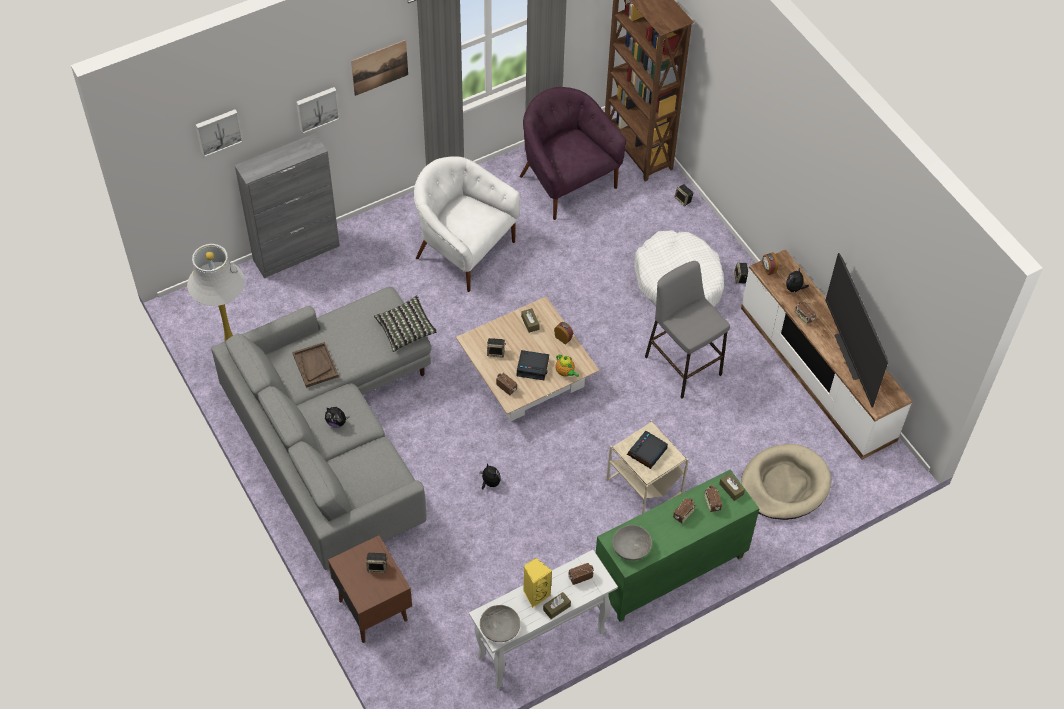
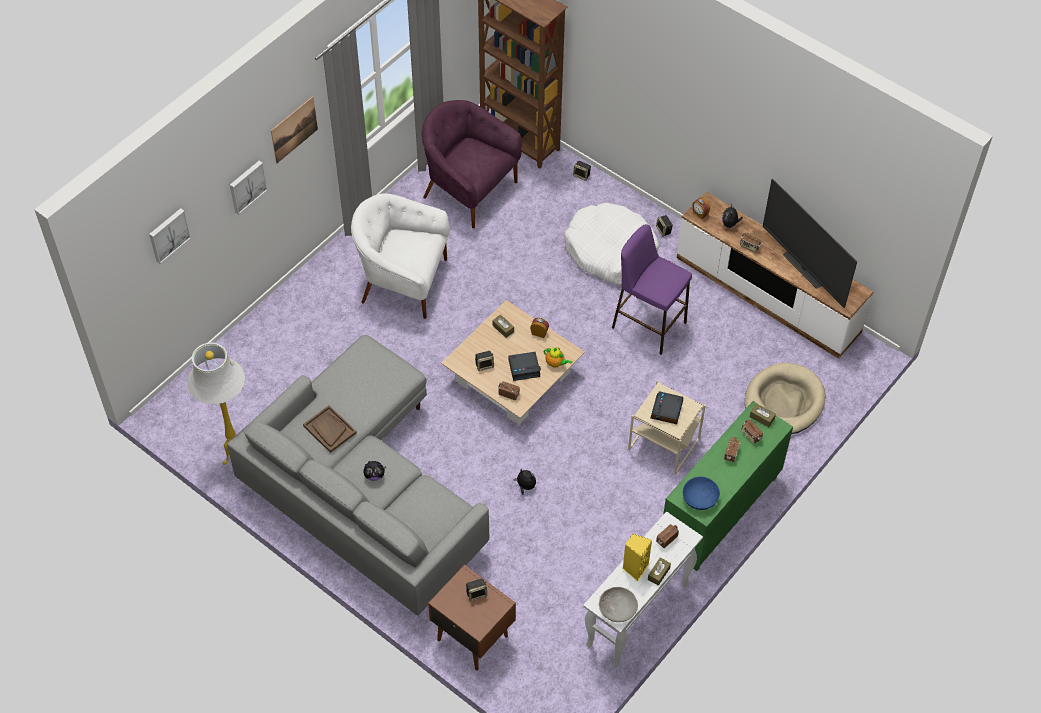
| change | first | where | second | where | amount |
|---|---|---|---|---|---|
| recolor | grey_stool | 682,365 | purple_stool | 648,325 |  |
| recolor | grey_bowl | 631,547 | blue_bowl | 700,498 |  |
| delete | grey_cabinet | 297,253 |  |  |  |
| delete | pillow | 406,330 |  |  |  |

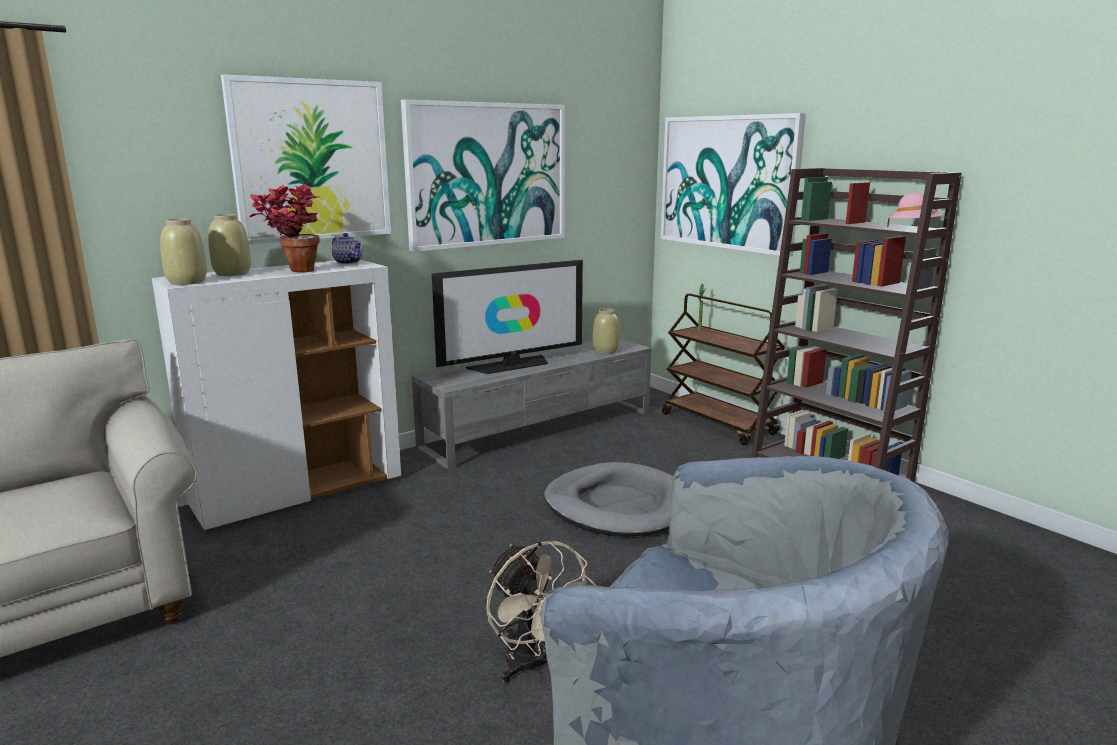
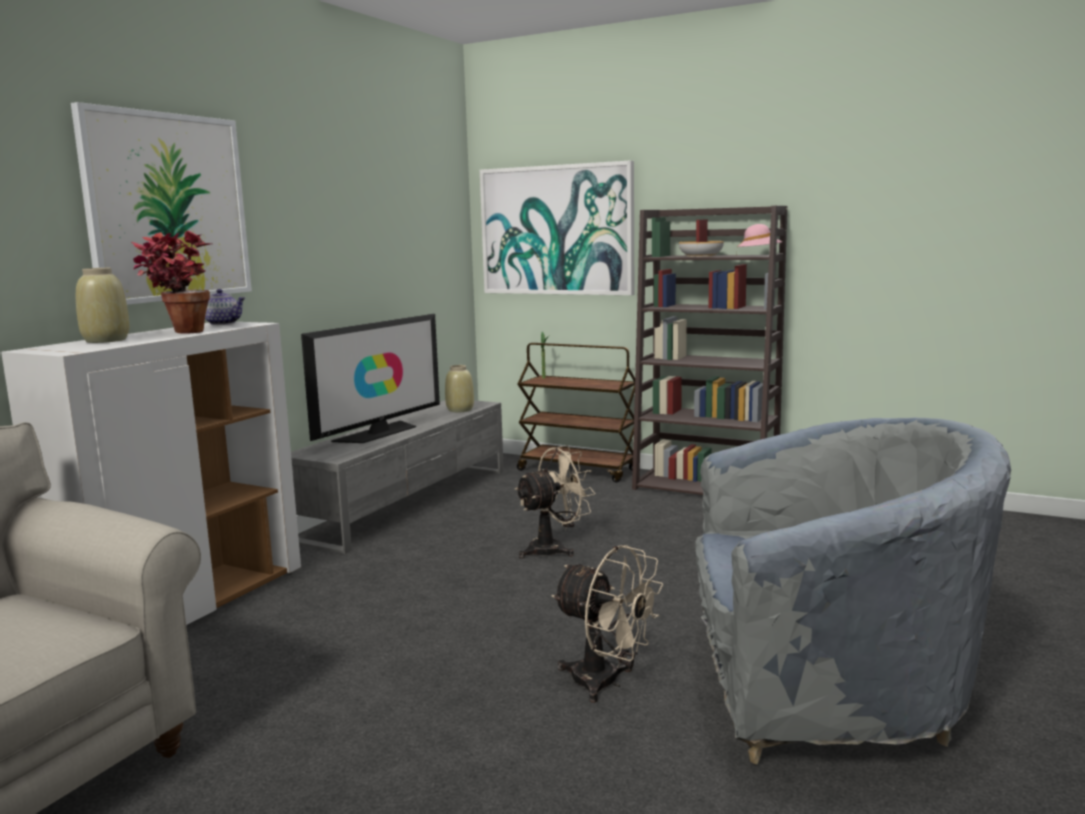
| change | first | where | second | where | amount |
|---|---|---|---|---|---|
| replace | grey_dog_bed | 619,506 | beige_fan | 554,549 |  |
| insert |  |  | bowl | 700,256 |  |
| delete | beige_vase | 187,282 |  |  |  |
| delete | picture | 487,175 |  |  |  |

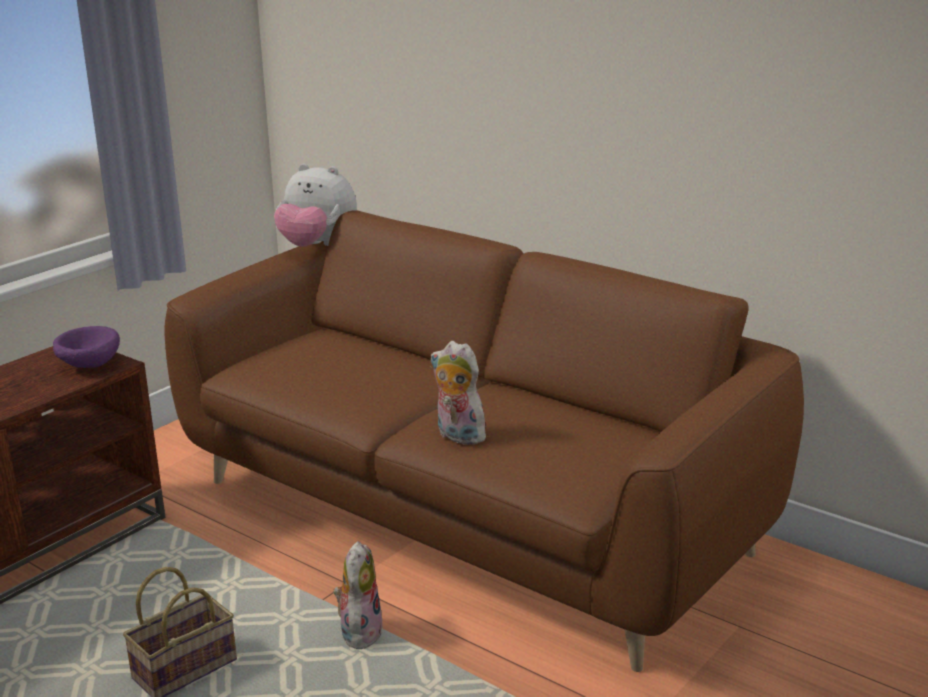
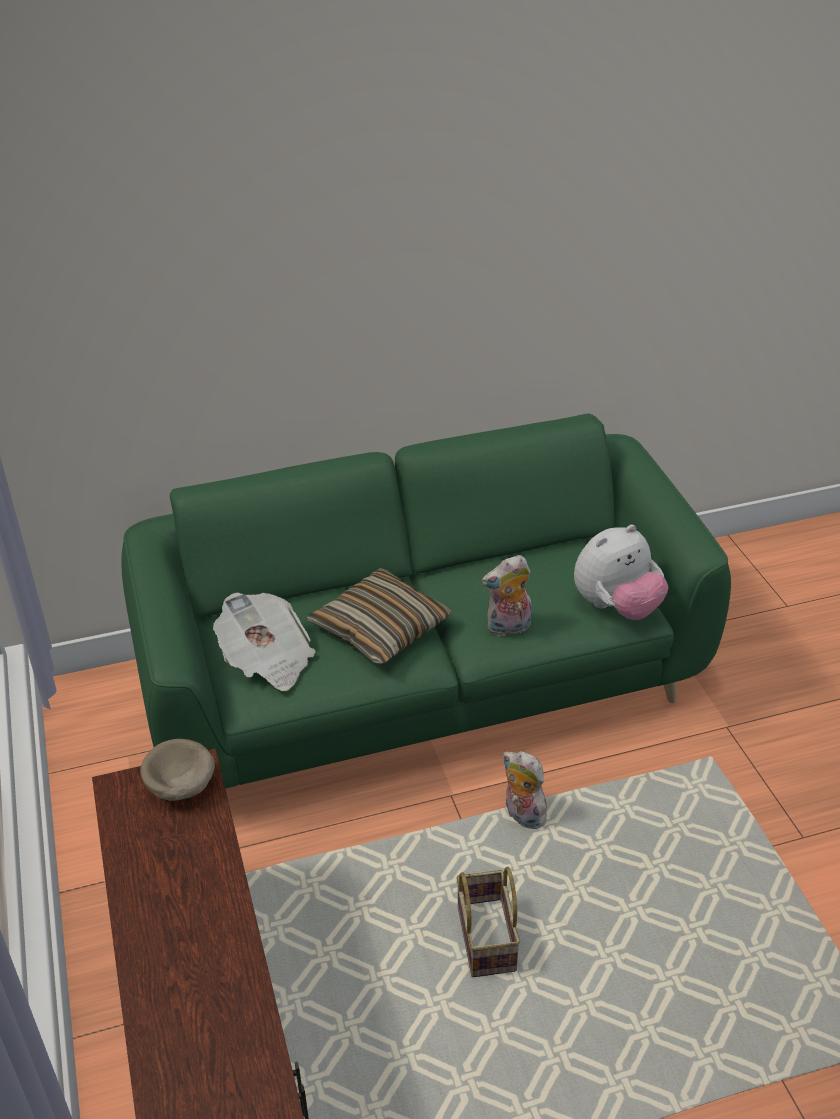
| change | first | where | second | where | amount |
|---|---|---|---|---|---|
| recolor | brown_sofa | 467,516 | green_sofa | 422,688 |  |
| recolor | purple_bowl | 89,365 | beige_bowl | 181,788 |  |
| insert |  |  | newspaper | 267,660 |  |
| insert |  |  | pillow | 380,629 |  |
| move | plush_toy | 317,246 |  | 616,607 |  |

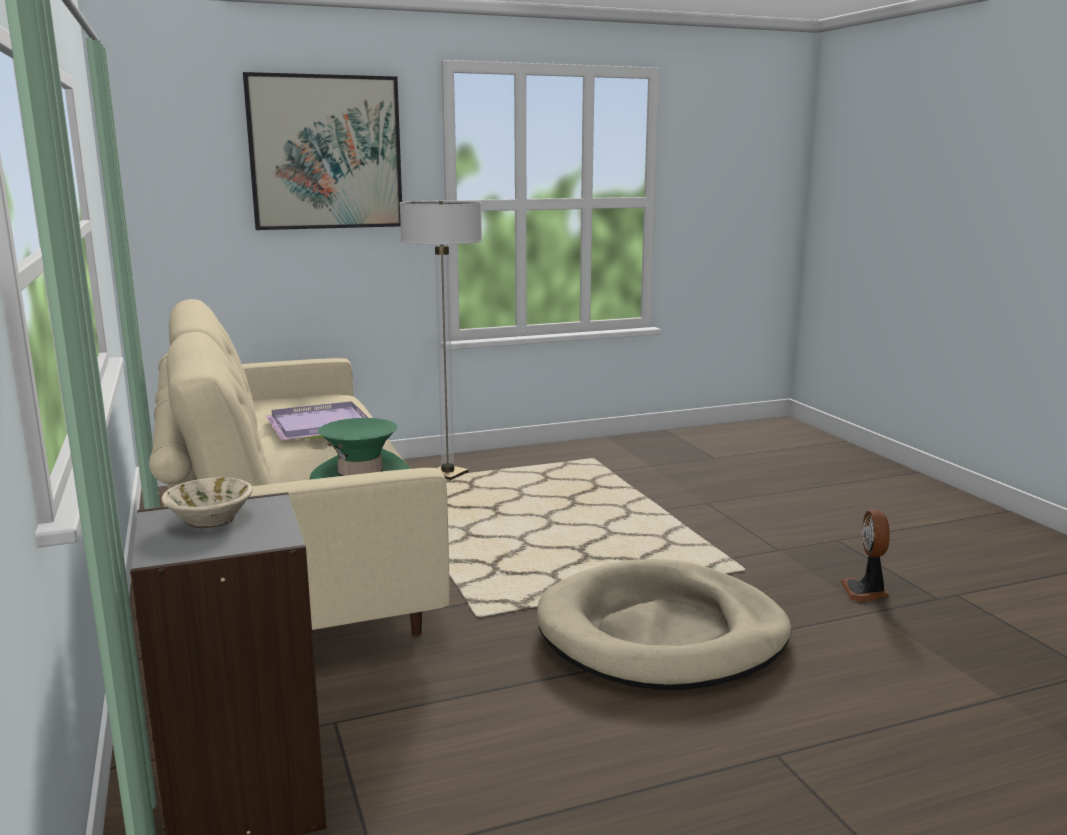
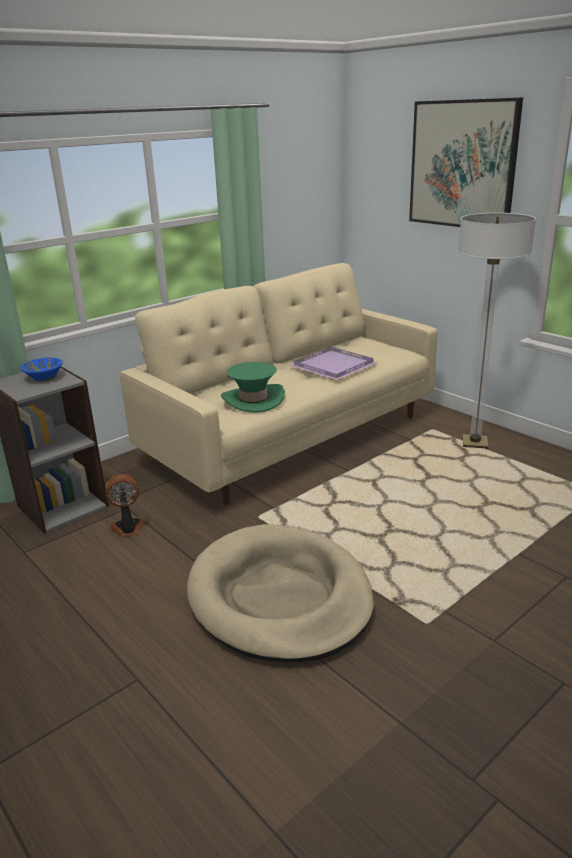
| change | first | where | second | where | amount |
|---|---|---|---|---|---|
| recolor | beige_bowl | 210,520 | blue_bowl | 44,377 |  |
| move | fan | 866,591 |  | 128,528 |  |

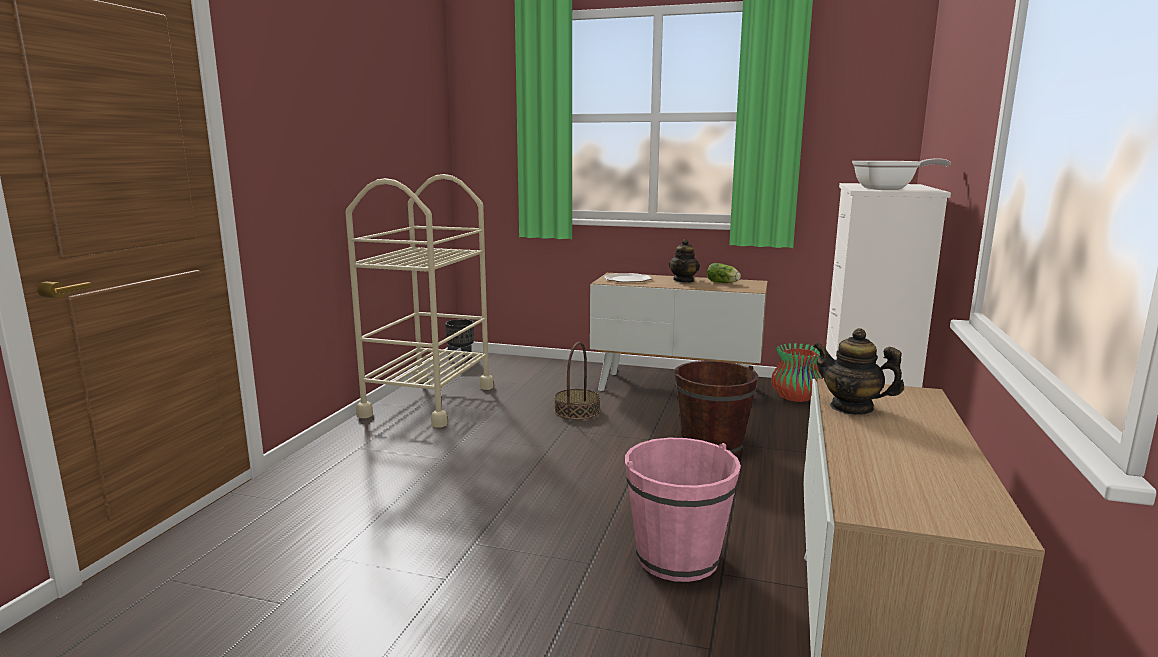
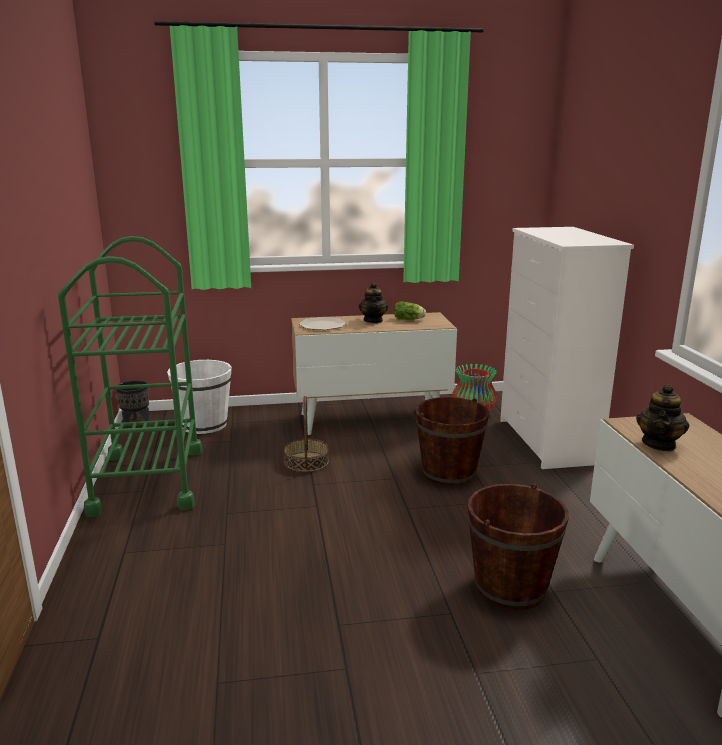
| change | first | where | second | where | amount |
|---|---|---|---|---|---|
| recolor | beige_cart | 428,401 | green_cart | 148,480 |  |
| insert |  |  | white_bucket | 204,424 |  |
| recolor | pink_bucket | 677,557 | brown_bucket | 510,587 |  |
| rotate | teapot | 852,407 |  | 659,444 | 75 degrees counterclockwise |
| delete | frying_pan | 890,189 |  |  |  |

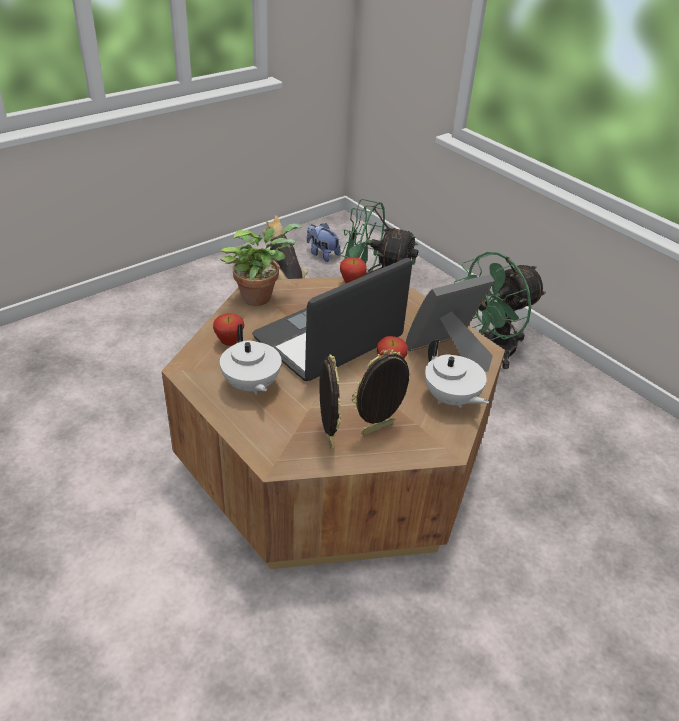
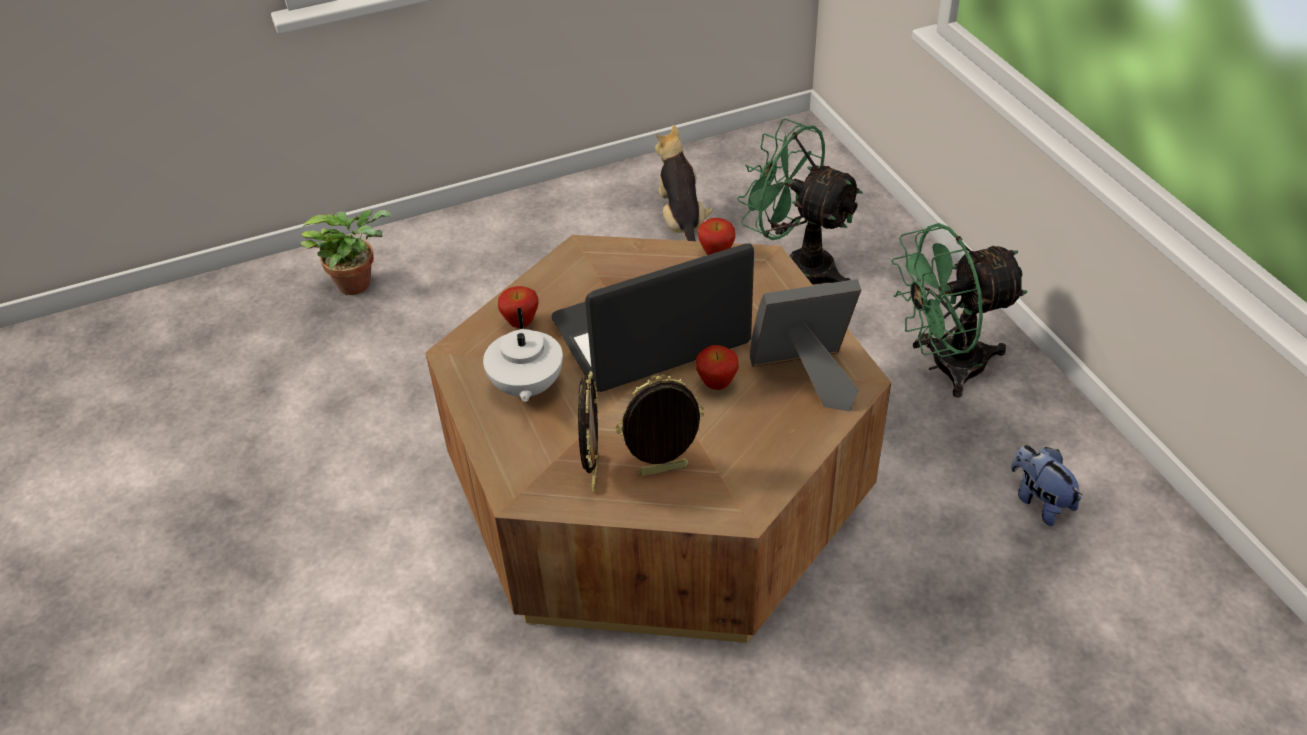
| change | first | where | second | where | amount |
|---|---|---|---|---|---|
| move | potted_plant | 259,296 |  | 359,282 |  |
| move | plush_toy | 322,254 |  | 1039,501 |  |
| delete | white_teapot | 451,399 |  |  |  |

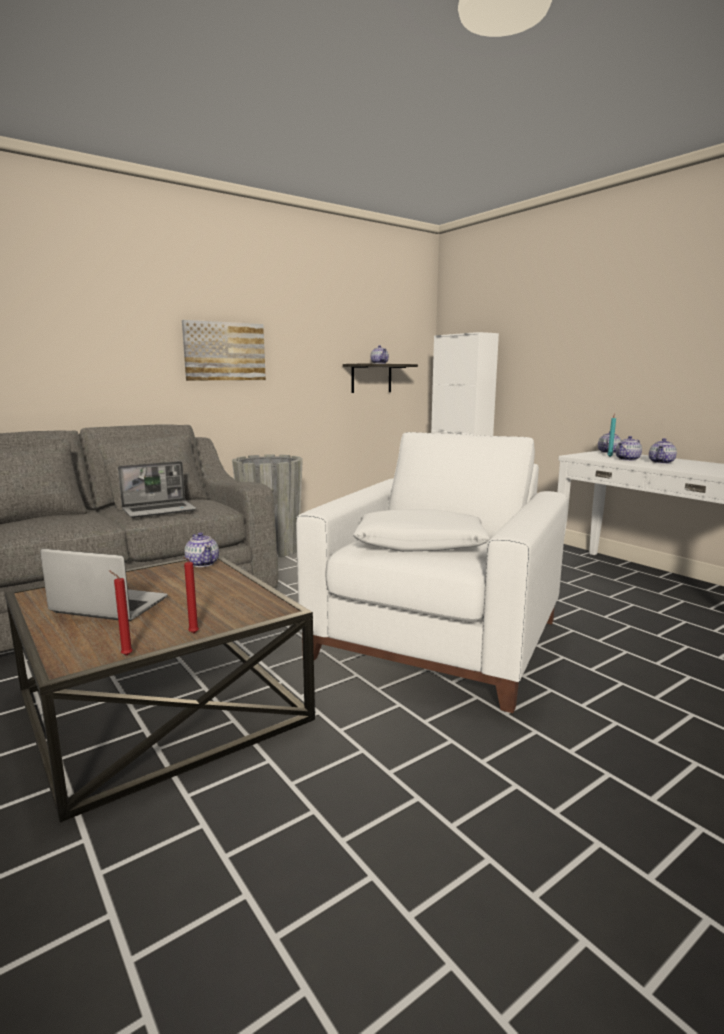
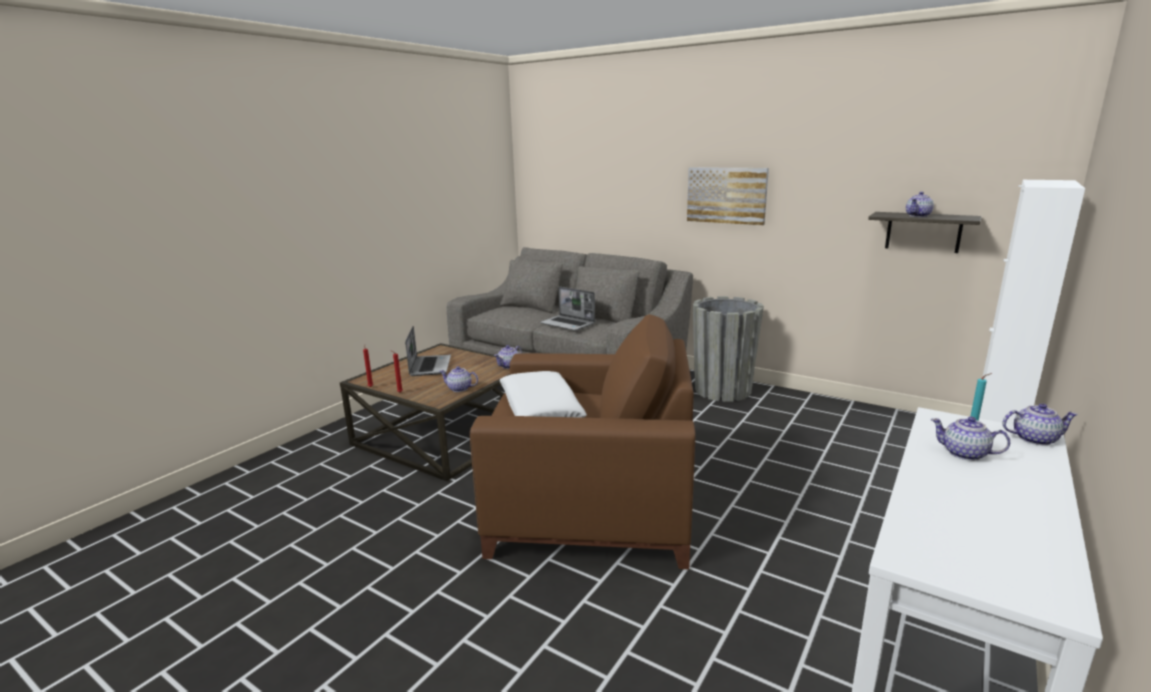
| change | first | where | second | where | amount |
|---|---|---|---|---|---|
| move | teapot | 661,462 |  | 460,389 |  |
| recolor | white_armchair | 437,640 | brown_armchair | 588,506 |  |

